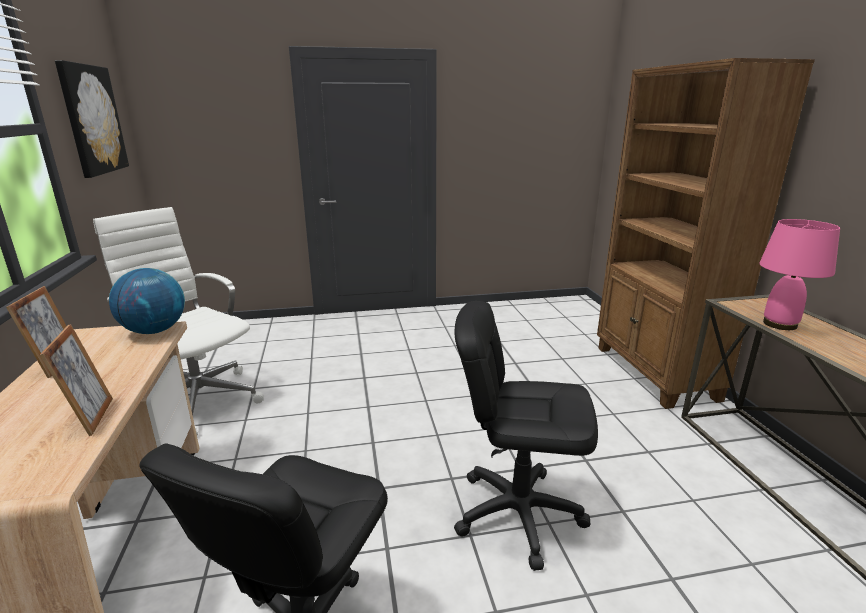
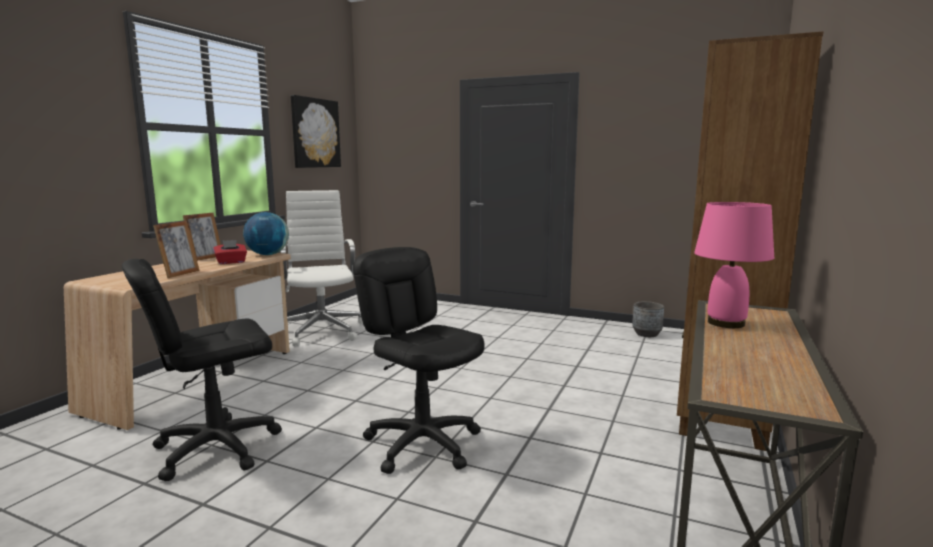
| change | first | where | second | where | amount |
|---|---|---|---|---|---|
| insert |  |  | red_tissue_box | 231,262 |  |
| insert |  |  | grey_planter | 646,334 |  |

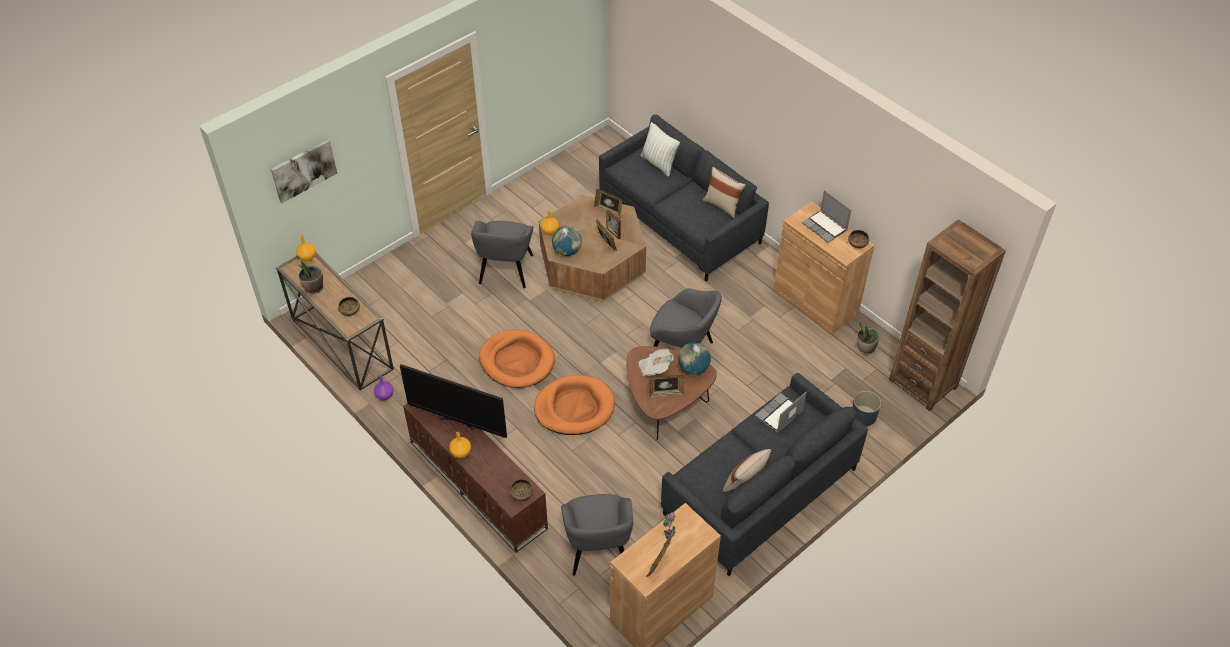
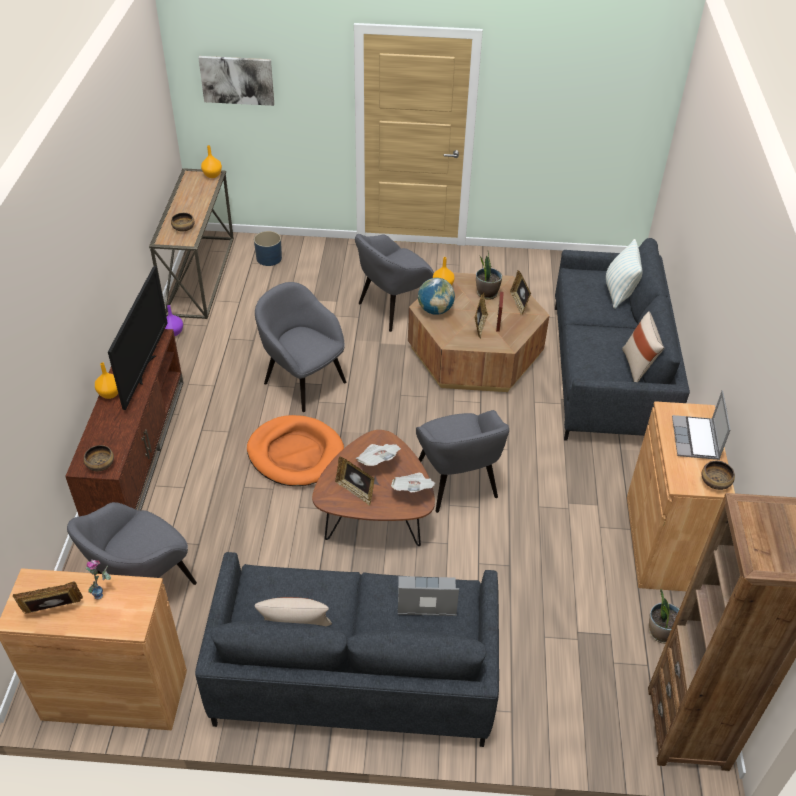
| change | first | where | second | where | amount |
|---|---|---|---|---|---|
| rotate | television | 458,422 |  | 144,369 | 150 degrees counterclockwise |
| move | blue_planter | 863,416 |  | 268,258 |  |
| replace | orange_dog_bed | 517,361 | grey_armchair | 303,381 |  |
| replace | globe | 693,368 | newspaper | 412,490 |  |
| move | potted_plant | 313,287 |  | 486,293 |  |

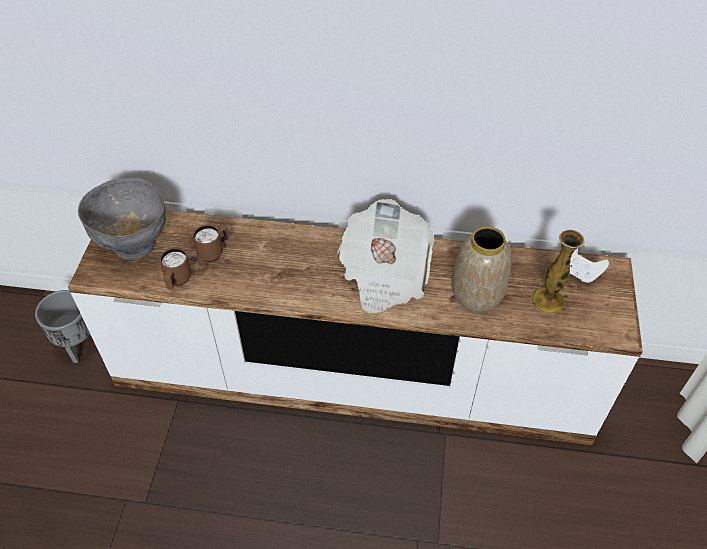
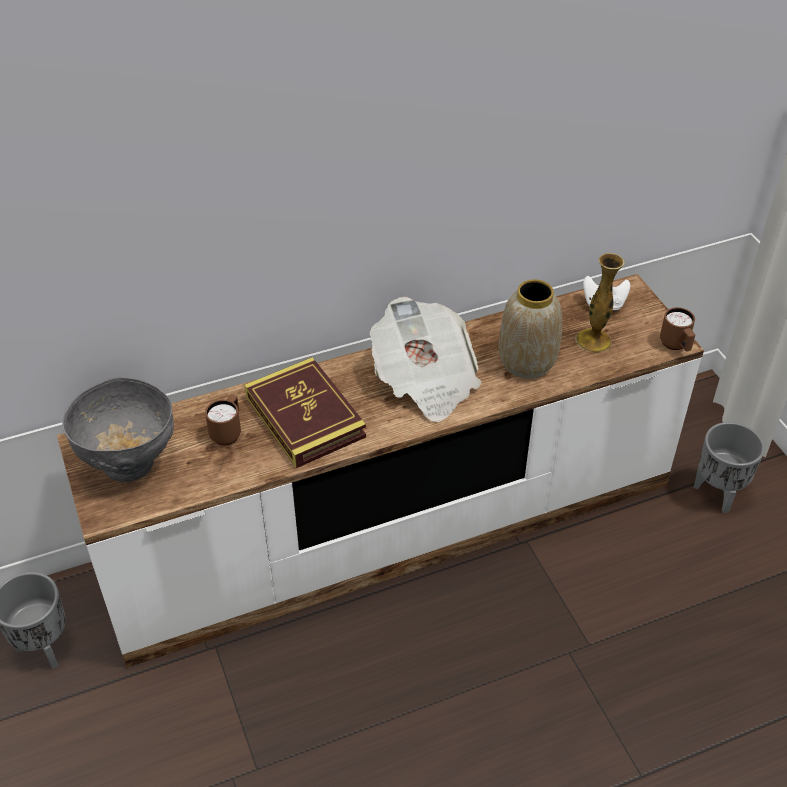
| change | first | where | second | where | amount |
|---|---|---|---|---|---|
| insert |  |  | book | 305,417 |  |
| move | brown_mug | 177,281 |  | 676,346 |  |
| insert |  |  | grey_planter | 719,493 |  |

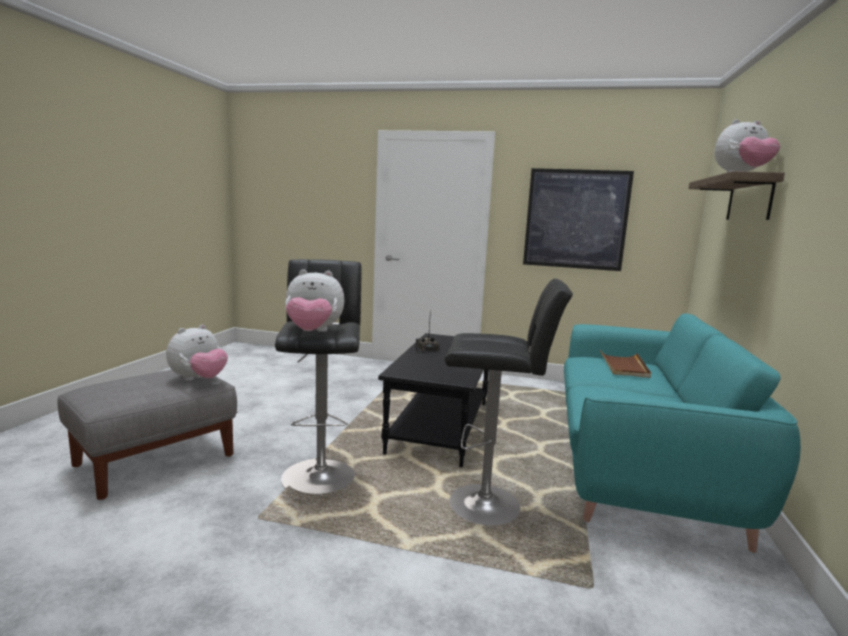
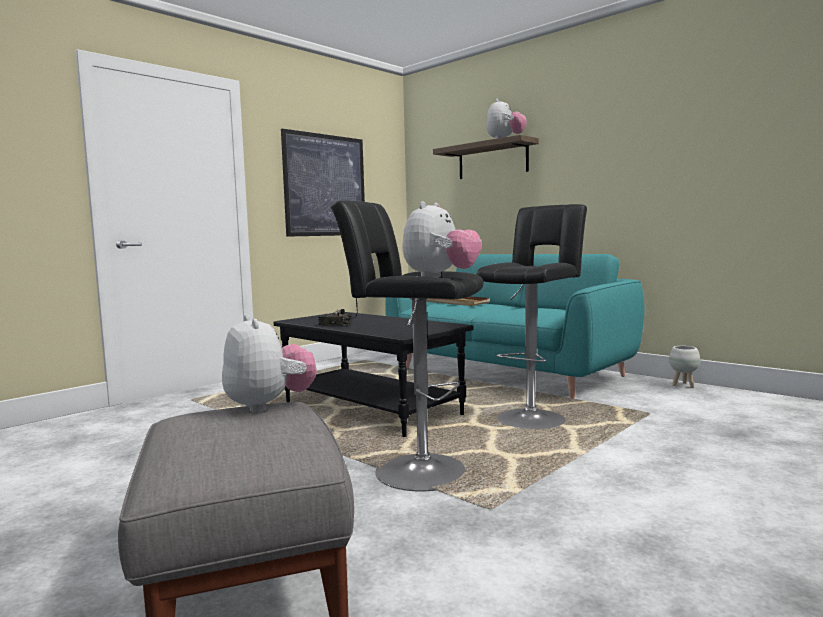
| change | first | where | second | where | amount |
|---|---|---|---|---|---|
| insert |  |  | white_planter | 683,385 |  |

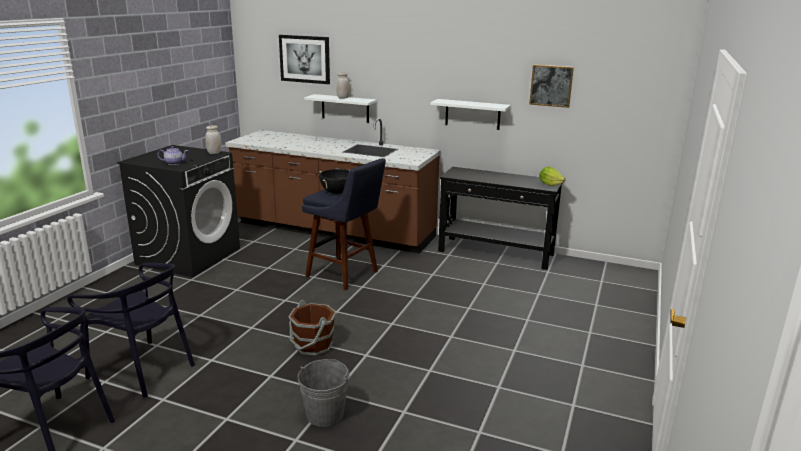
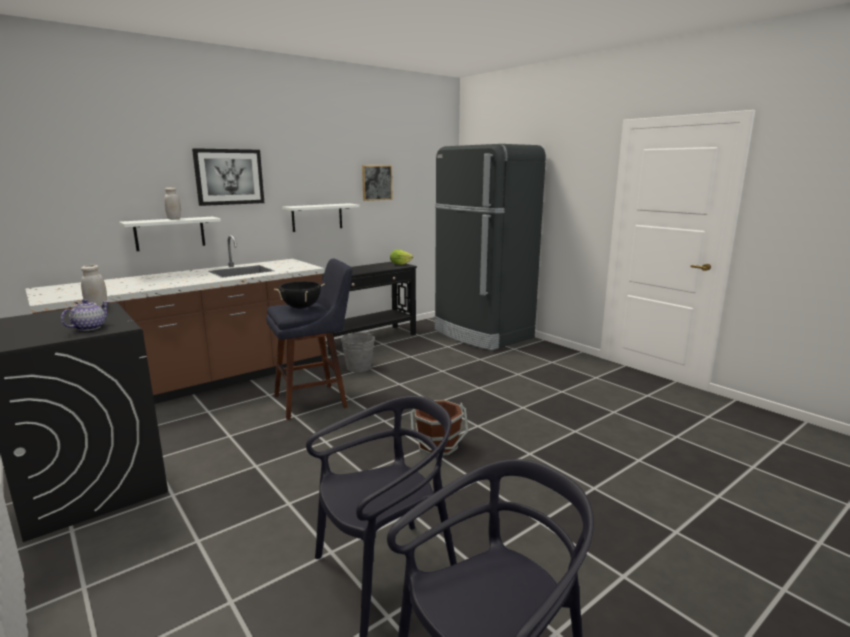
| change | first | where | second | where | amount |
|---|---|---|---|---|---|
| move | picture | 305,59 |  | 229,177 |  |
| move | grey_bucket | 325,414 |  | 359,367 |  |
| insert |  |  | black_fridge | 482,334 |  |

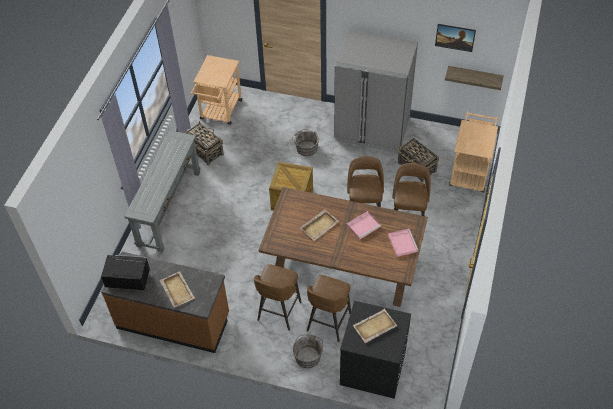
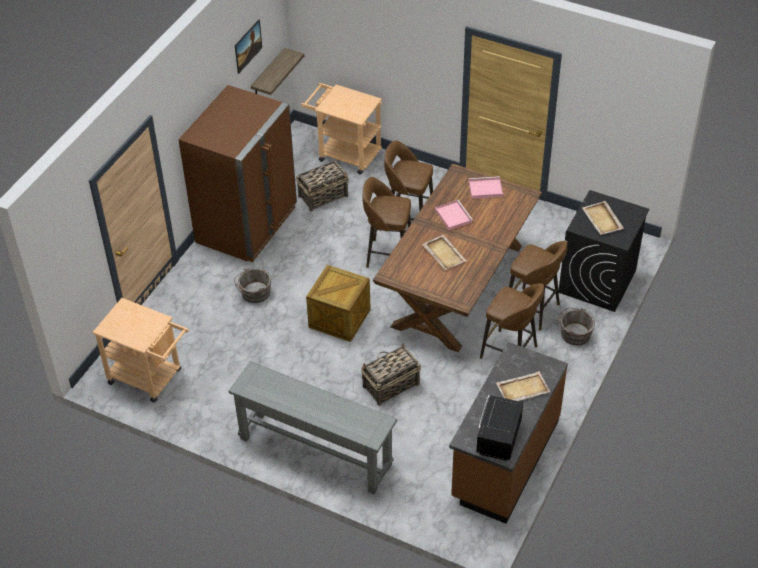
| change | first | where | second | where | amount |
|---|---|---|---|---|---|
| recolor | grey_fridge | 372,130 | brown_fridge | 247,225 |  |
| move | basket | 205,151 |  | 390,385 |  |

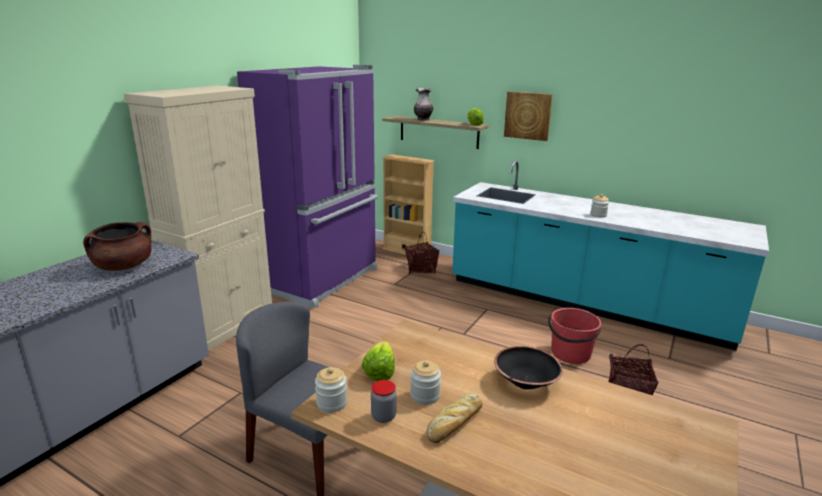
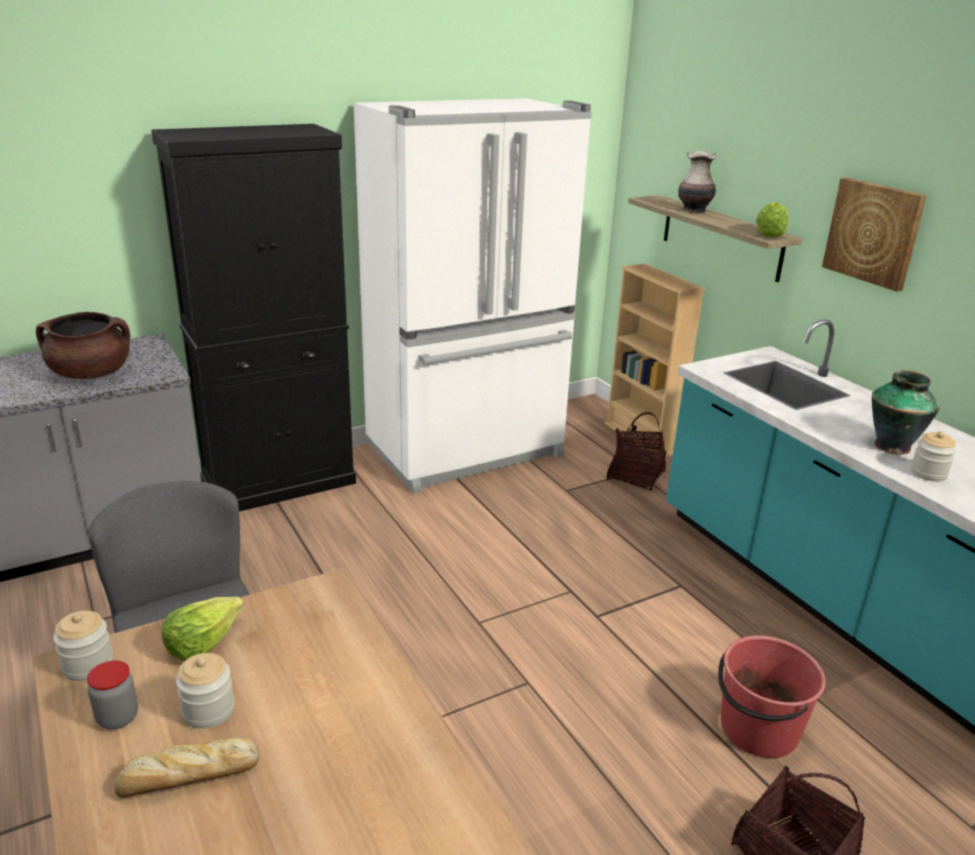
| change | first | where | second | where | amount |
|---|---|---|---|---|---|
| recolor | beige_cabinet | 224,325 | black_cabinet | 279,483 |  |
| recolor | purple_fridge | 323,280 | white_fridge | 468,452 |  |
| insert |  |  | vase | 891,446 |  |
| delete | black_bowl | 525,381 |  |  |  |

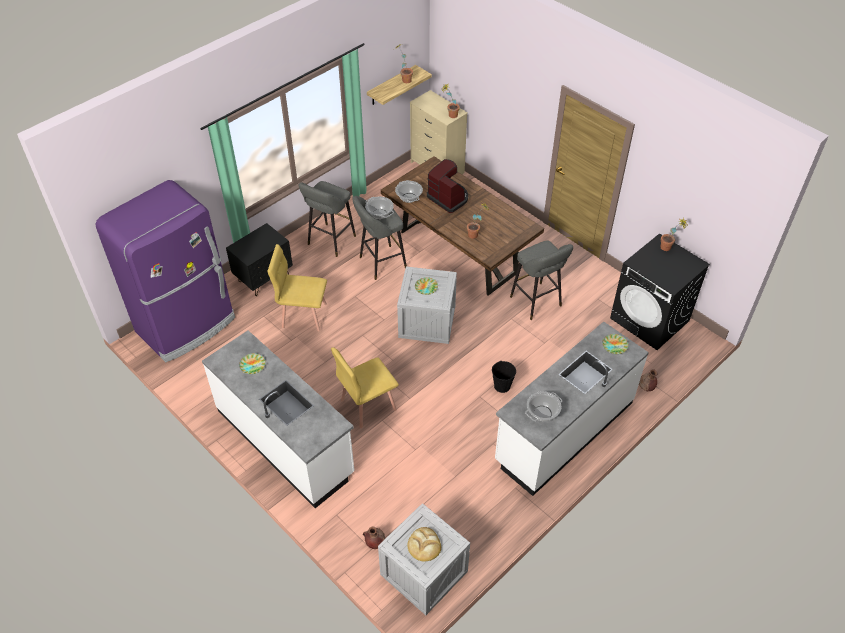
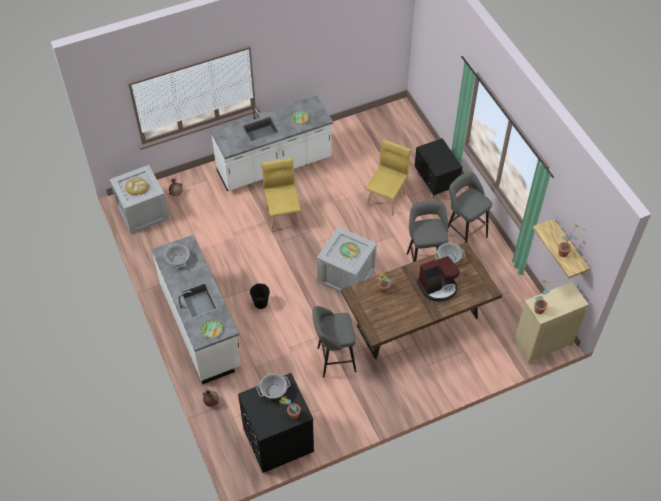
| change | first | where | second | where | amount |
|---|---|---|---|---|---|
| move | cooking_pot | 380,214 |  | 273,391 |  |
| delete | purple_fridge | 187,325 |  |  |  |

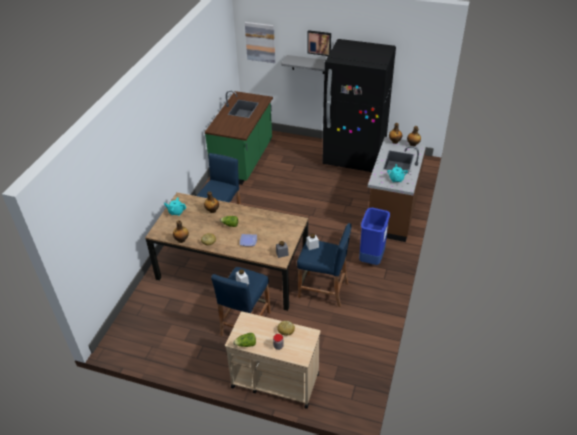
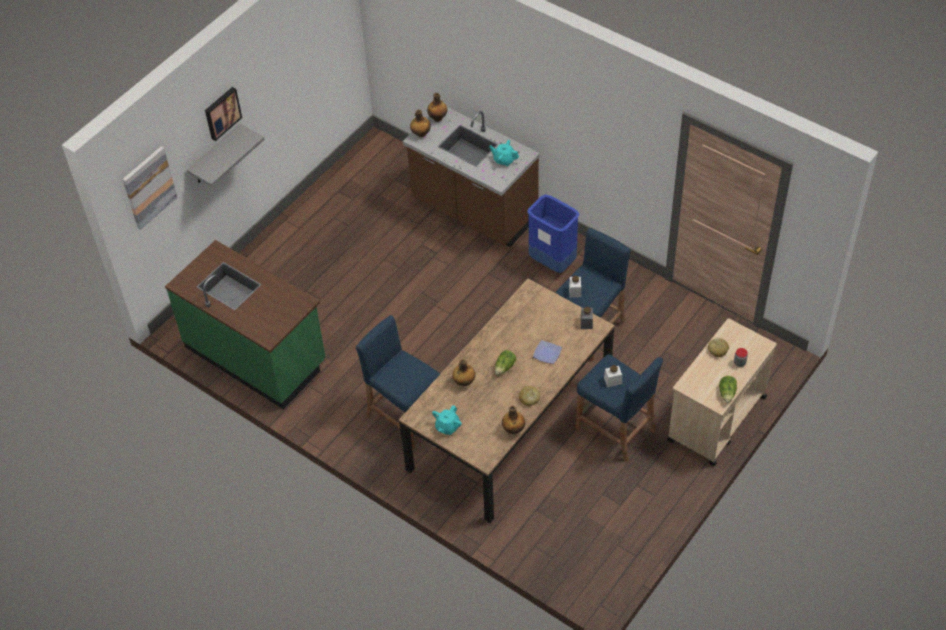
| change | first | where | second | where | amount |
|---|---|---|---|---|---|
| delete | black_fridge | 354,157 |  |  |  |

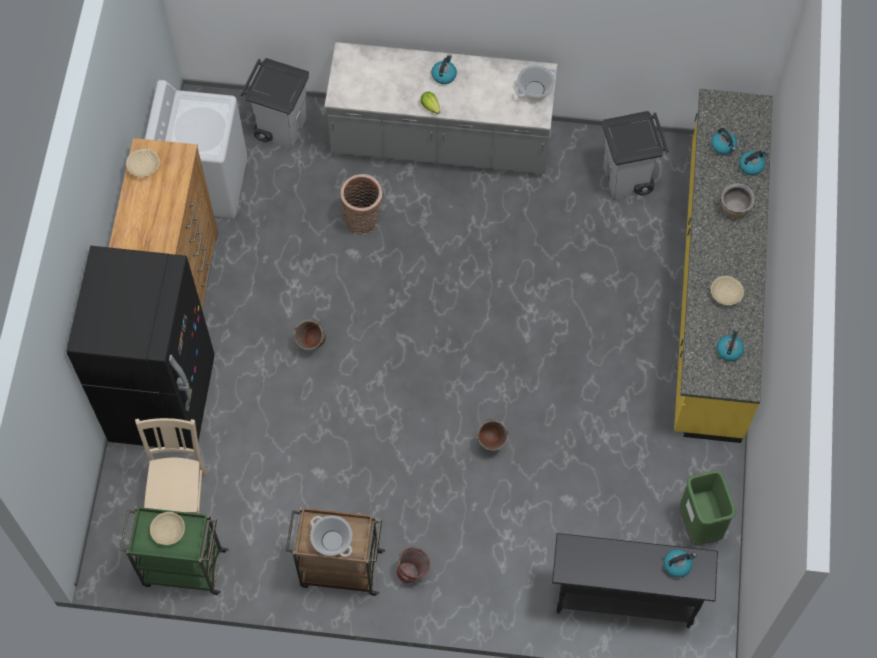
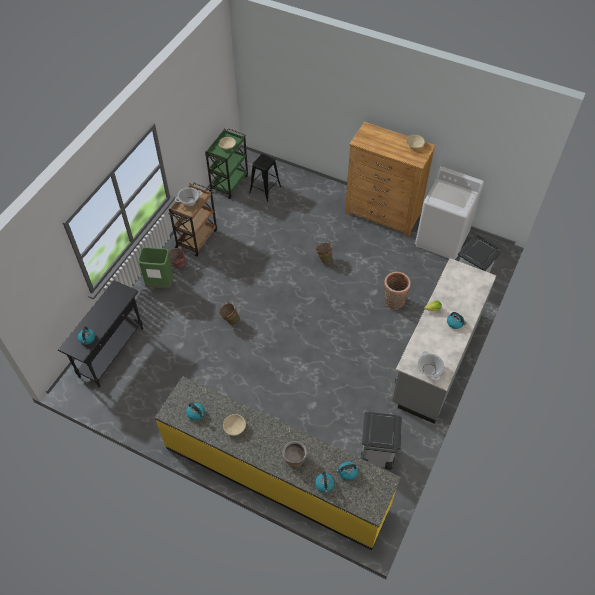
| change | first | where | second | where | amount |
|---|---|---|---|---|---|
| move | green_trash_can | 699,525 |  | 160,284 |  |
| replace | beige_chair | 180,496 | black_stool | 265,189 |  |
| delete | black_fridge | 163,400 |  |  |  |

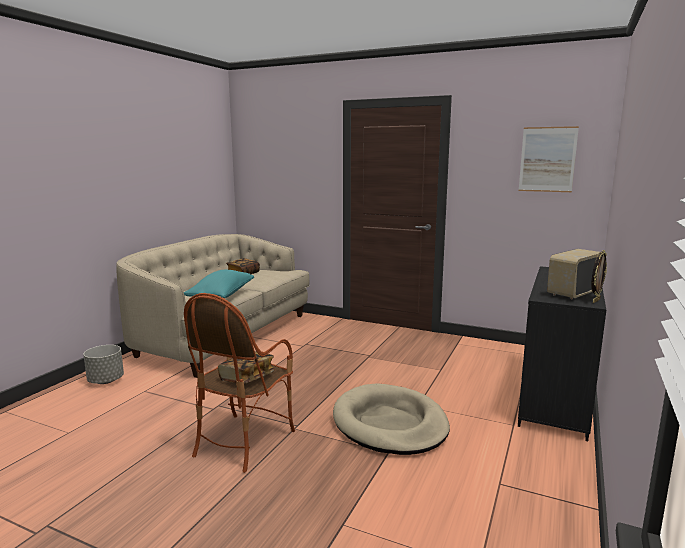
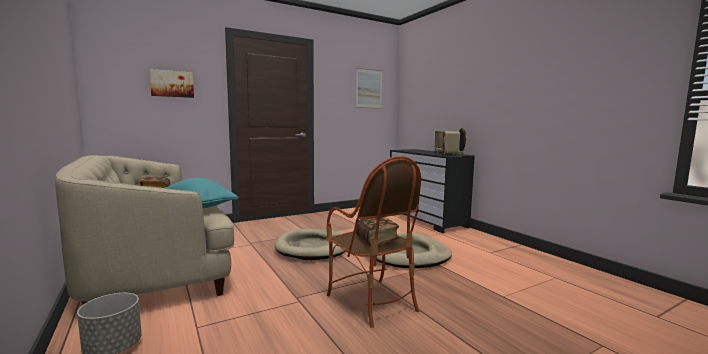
| change | first | where | second | where | amount |
|---|---|---|---|---|---|
| insert |  |  | picture | 172,84 |  |
| insert |  |  | beige_dog_bed | 313,247 |  |

